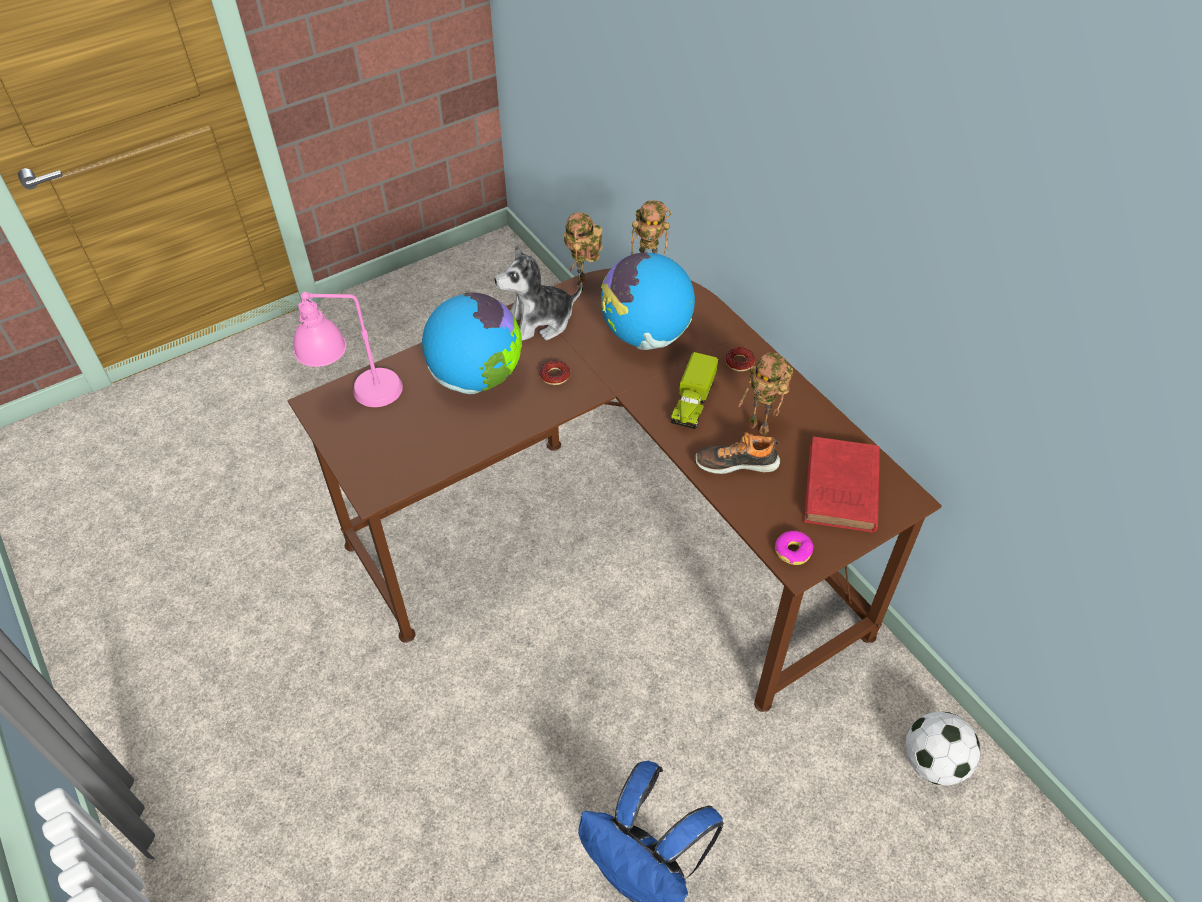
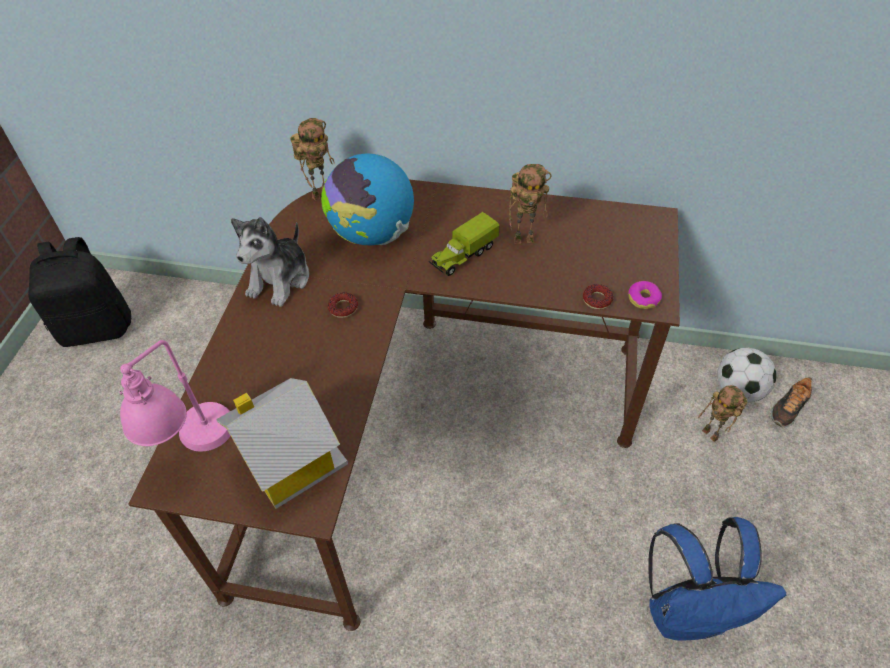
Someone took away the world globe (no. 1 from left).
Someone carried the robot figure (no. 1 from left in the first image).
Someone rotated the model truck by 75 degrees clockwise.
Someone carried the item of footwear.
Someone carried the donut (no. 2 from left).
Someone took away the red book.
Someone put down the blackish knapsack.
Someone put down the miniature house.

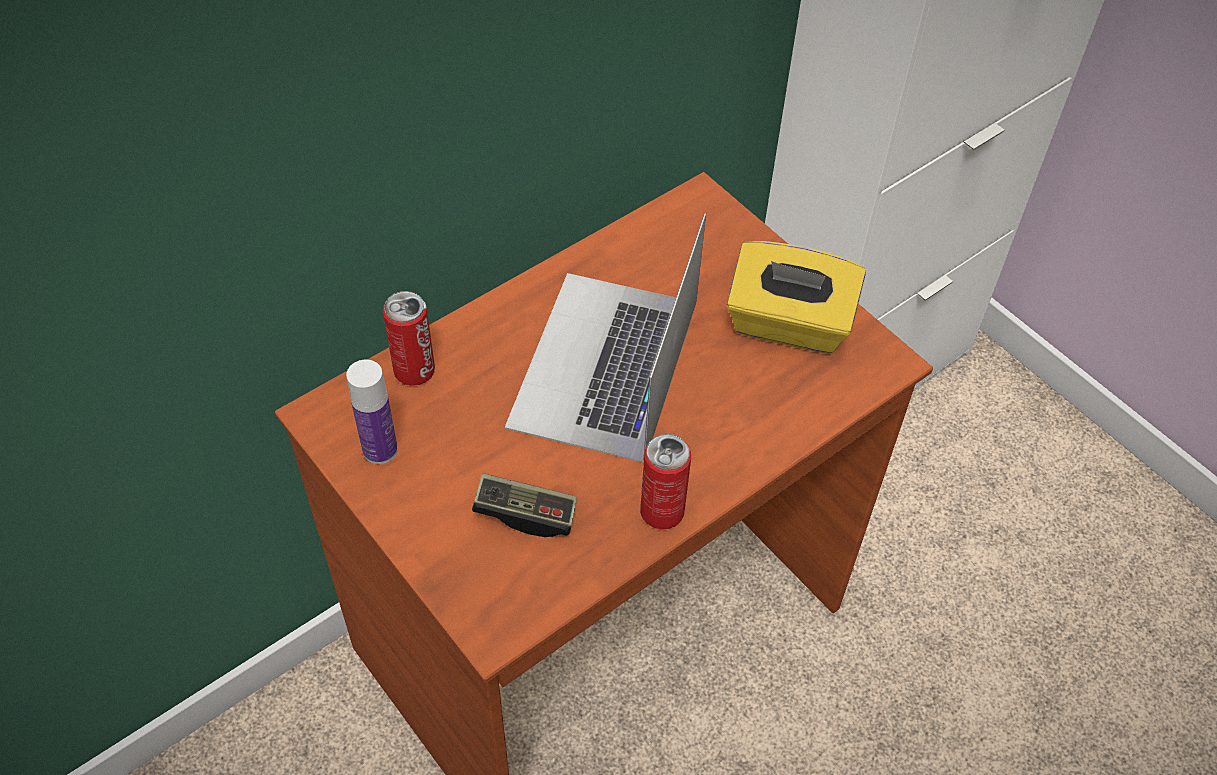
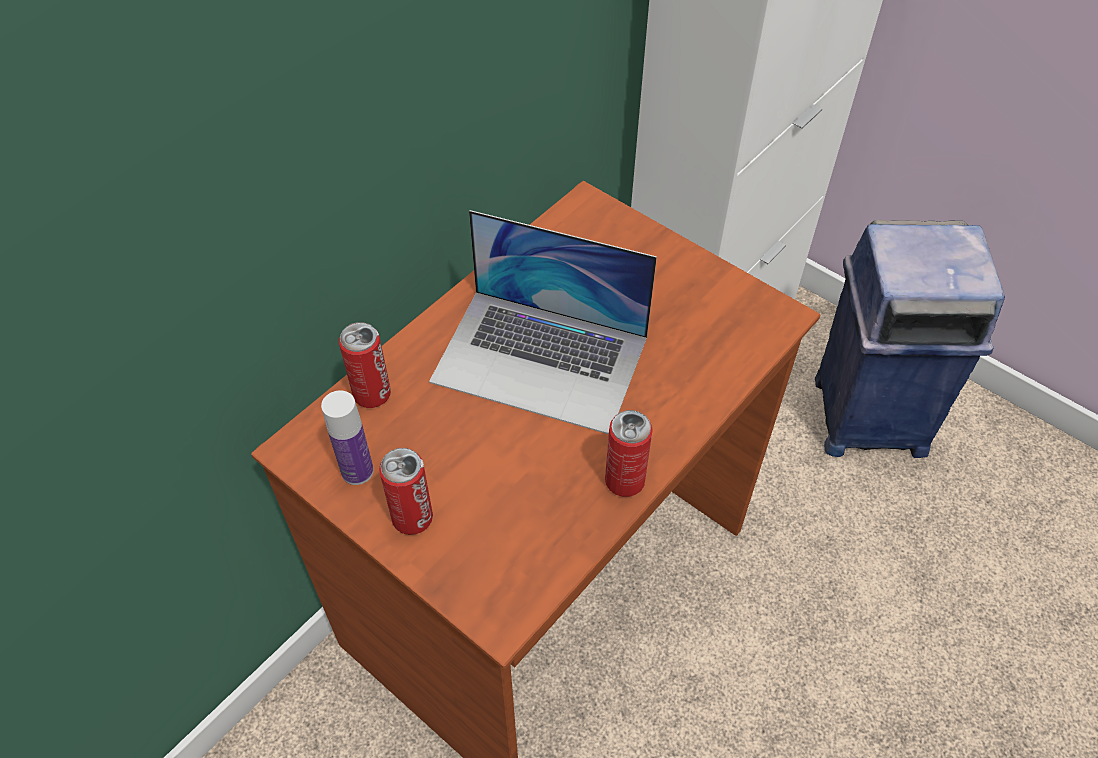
Someone took away the joypad.
Someone rotated the portable computer by 75 degrees counterclockwise.
Someone took away the yellow tissue box.
Someone put down the metal can (no. 2 from left).
Someone put down the bluish waste bin.

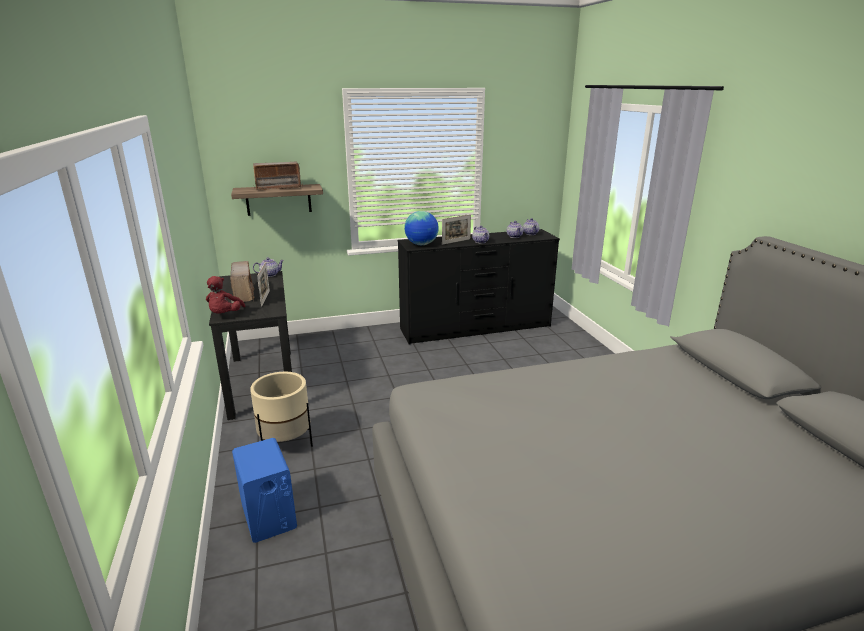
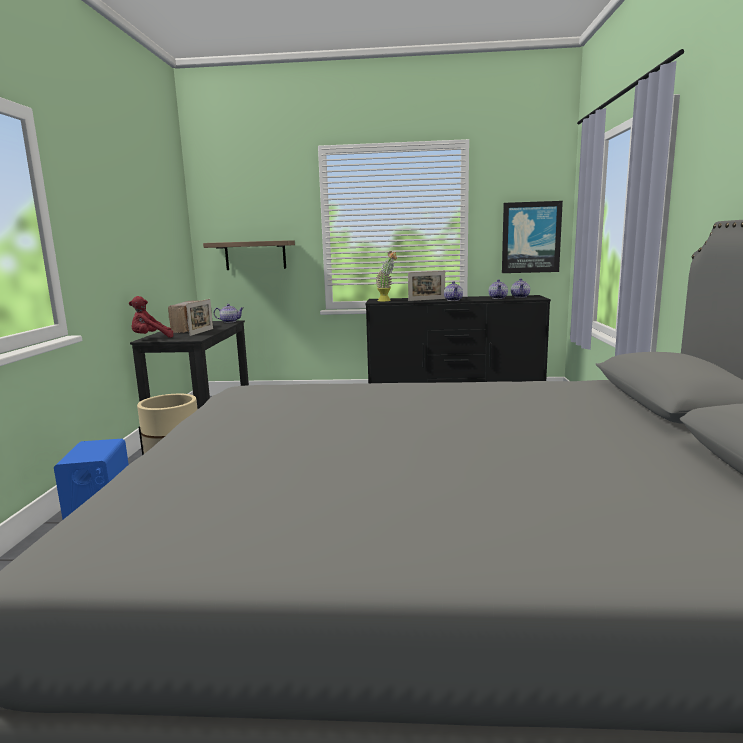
Someone rotated the red plush toy by 45 degrees clockwise.
Someone took away the radio set (no. 2 from left).
Someone swapped the world globe for the houseplant.
Someone put up the wall art.

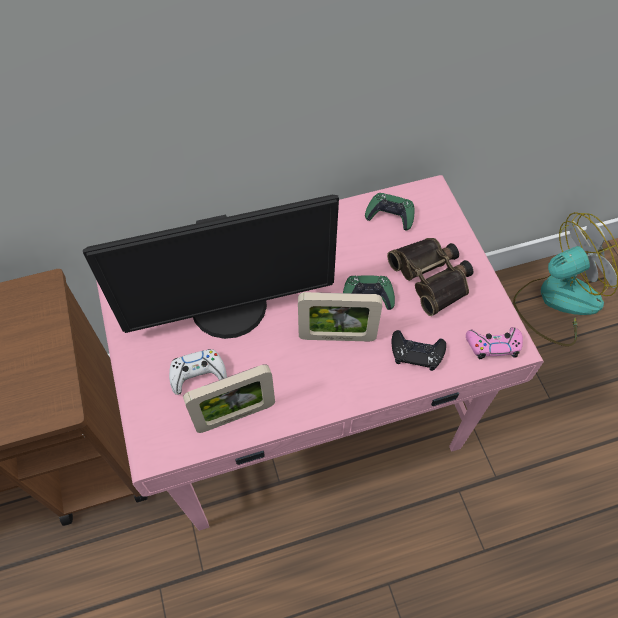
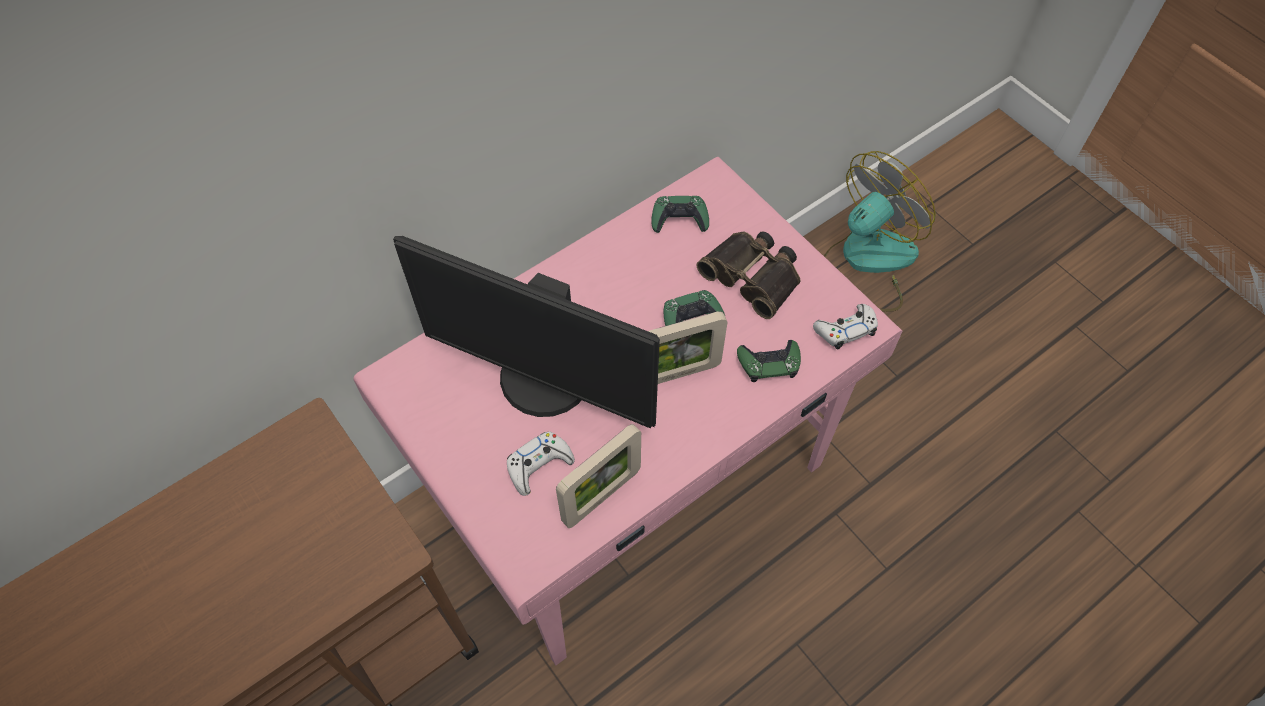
Someone rotated the monitor by 60 degrees clockwise.
Someone repainted the blackish joypad, which became the green joypad (no. 3 from left).
Someone repainted the pink-coloured joypad, which became the white-coloured joypad (no. 2 from left).

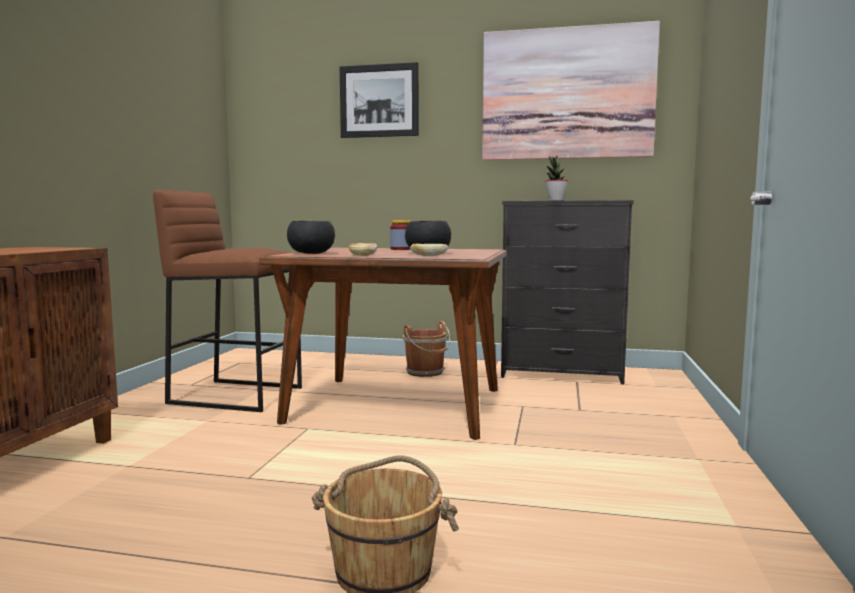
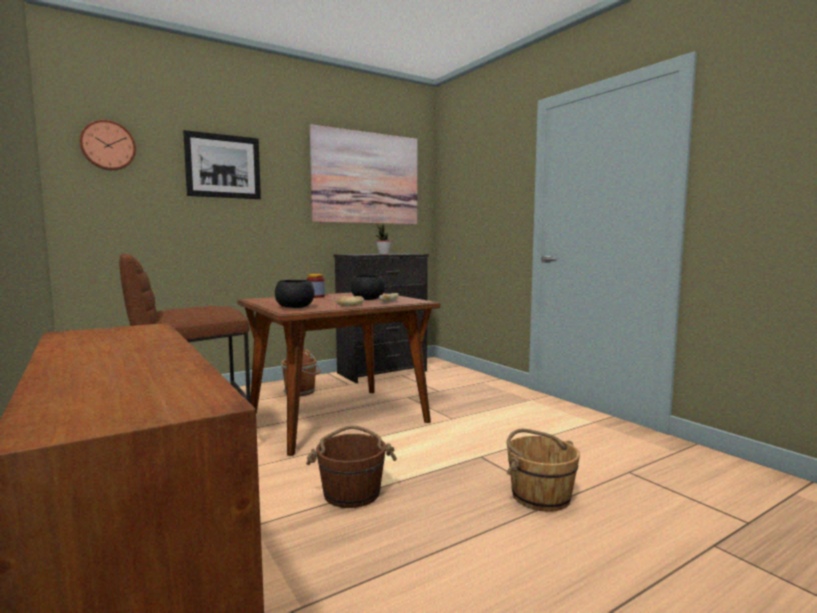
Someone put up the hanging clock.
Someone put down the brownish pail (no. 2 from left).

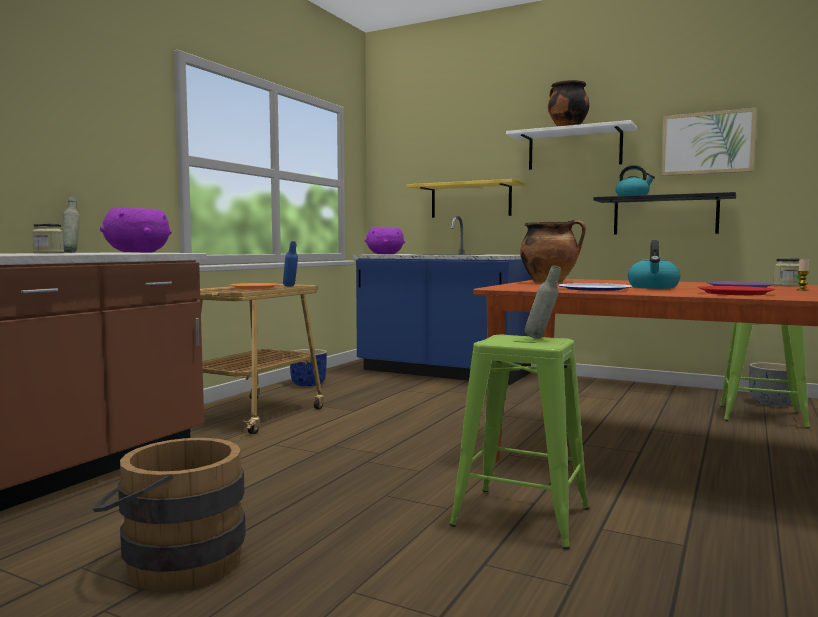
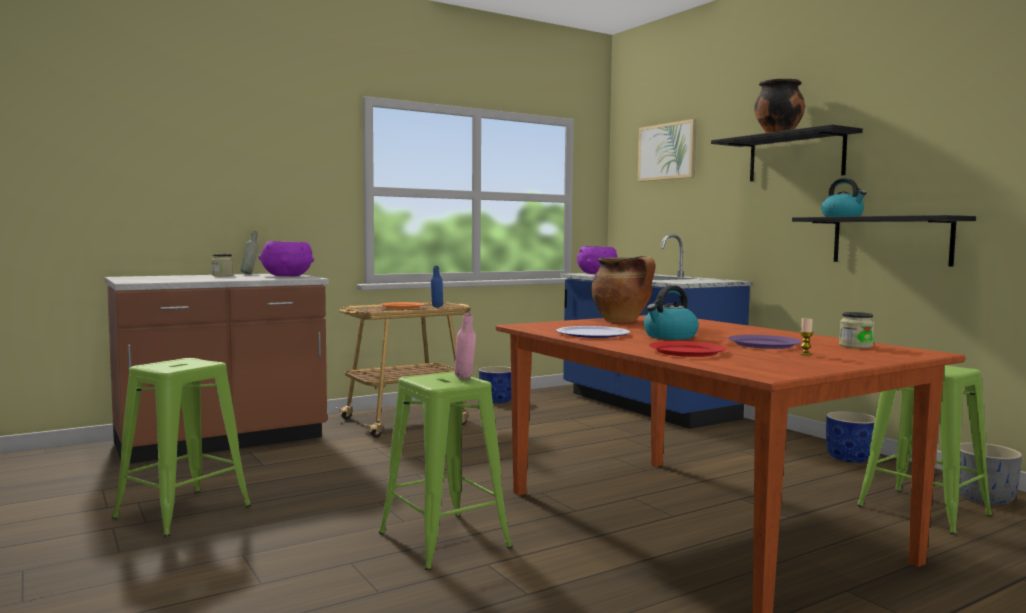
Someone swapped the brownish pail for the green stool seat (no. 1 from left).
Someone took away the yellow bracket shelf.
Someone repainted the white-coloured bracket shelf, which became the blackish bracket shelf (no. 1 from left).
Someone repainted the gray beverage bottle (no. 2 from left), which became the pink-coloured beverage bottle.
Someone carried the wall art.
Someone put down the bluish flower pot (no. 2 from left).

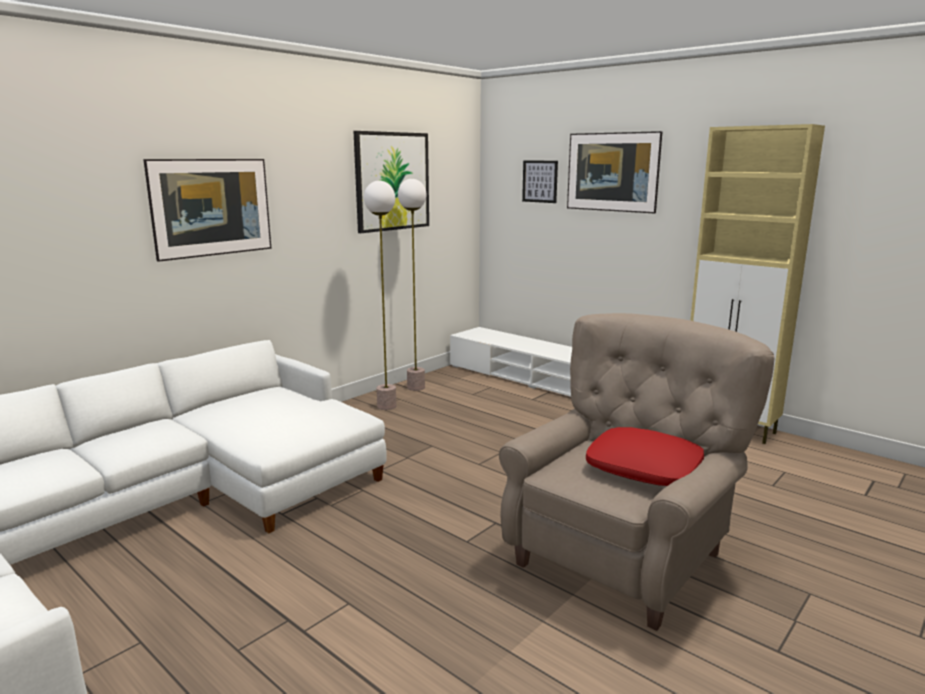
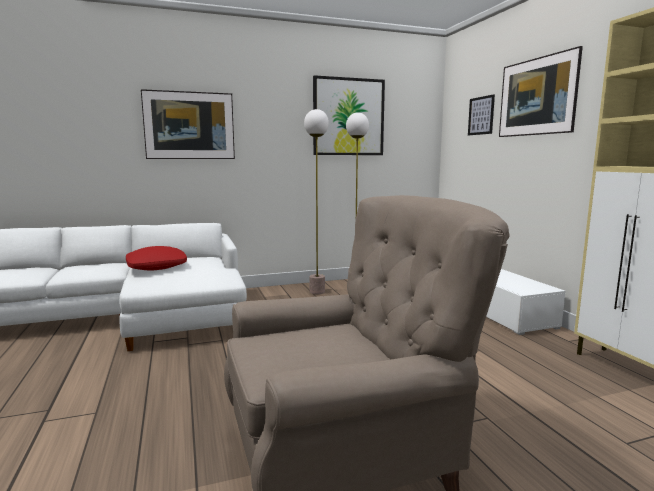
Someone carried the red pillow.

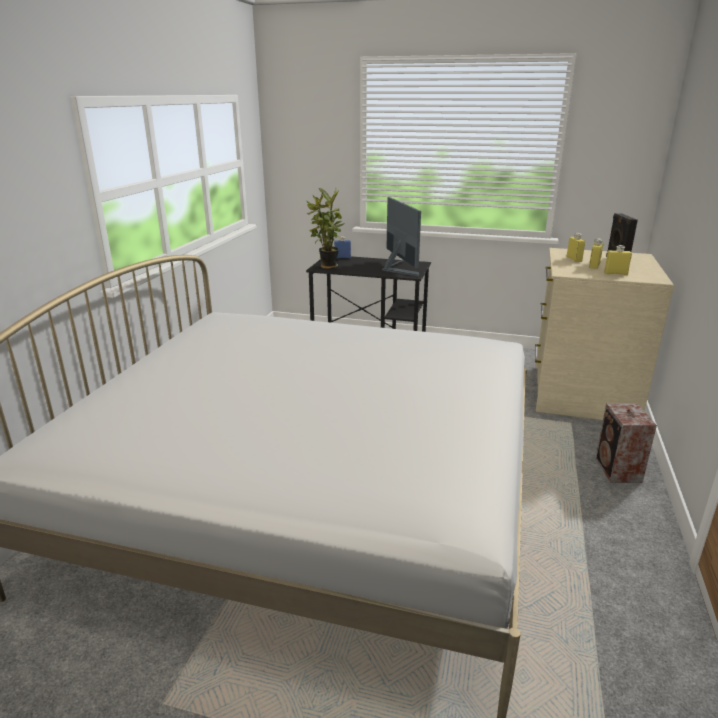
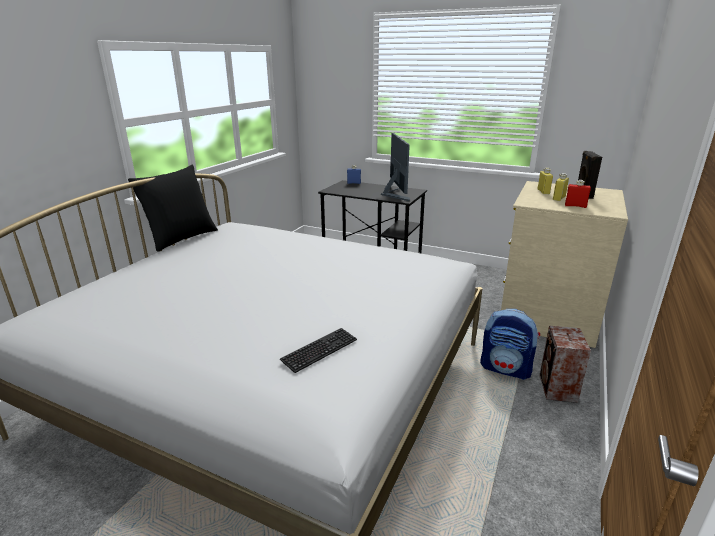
Someone took away the houseplant.
Someone repainted the yellow beverage bottle (no. 3 from left), which became the red beverage bottle.
Someone put down the blackish pillow.
Someone put down the keyboard.
Someone put down the knapsack.

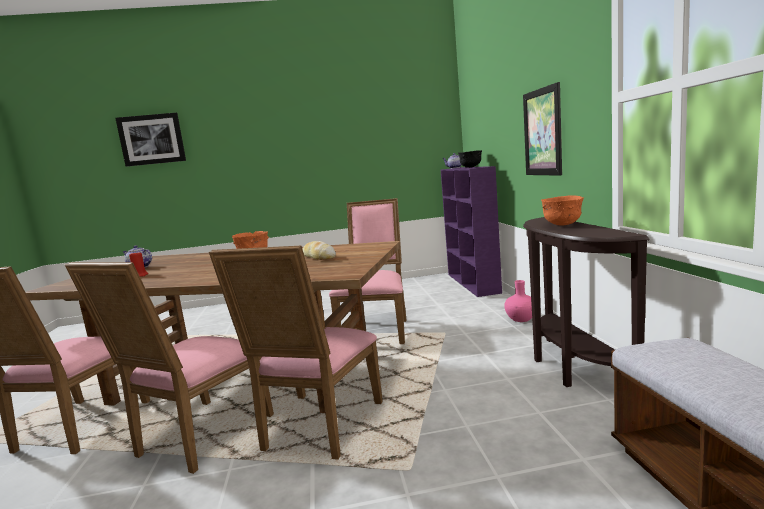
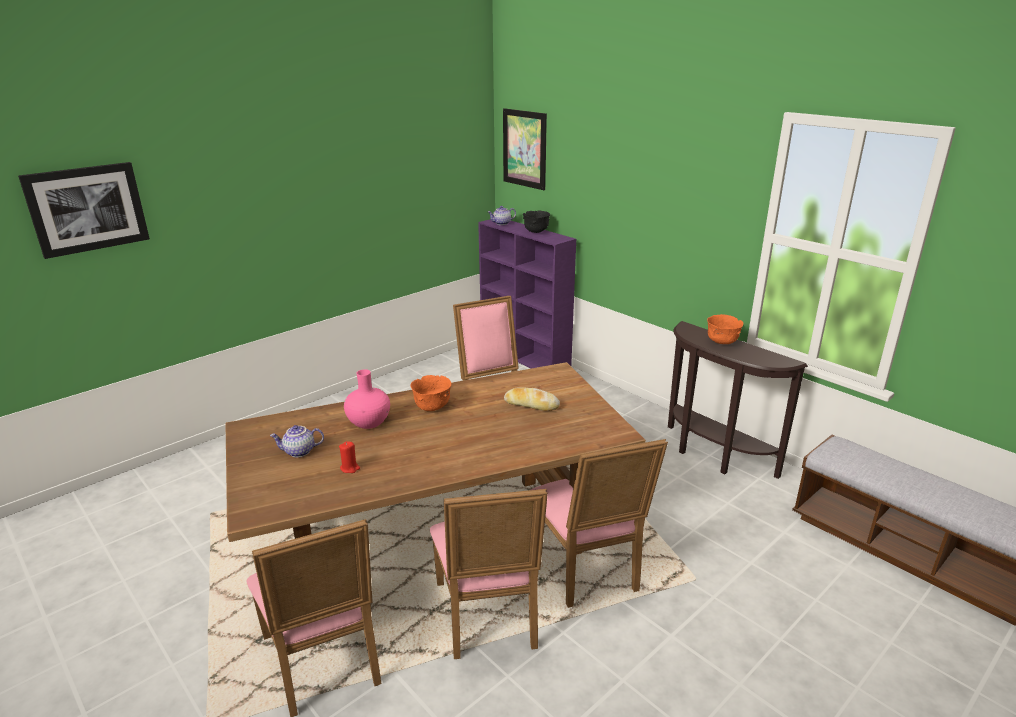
Someone carried the pink-coloured vase.
Someone carried the wall art (no. 2 from left).

